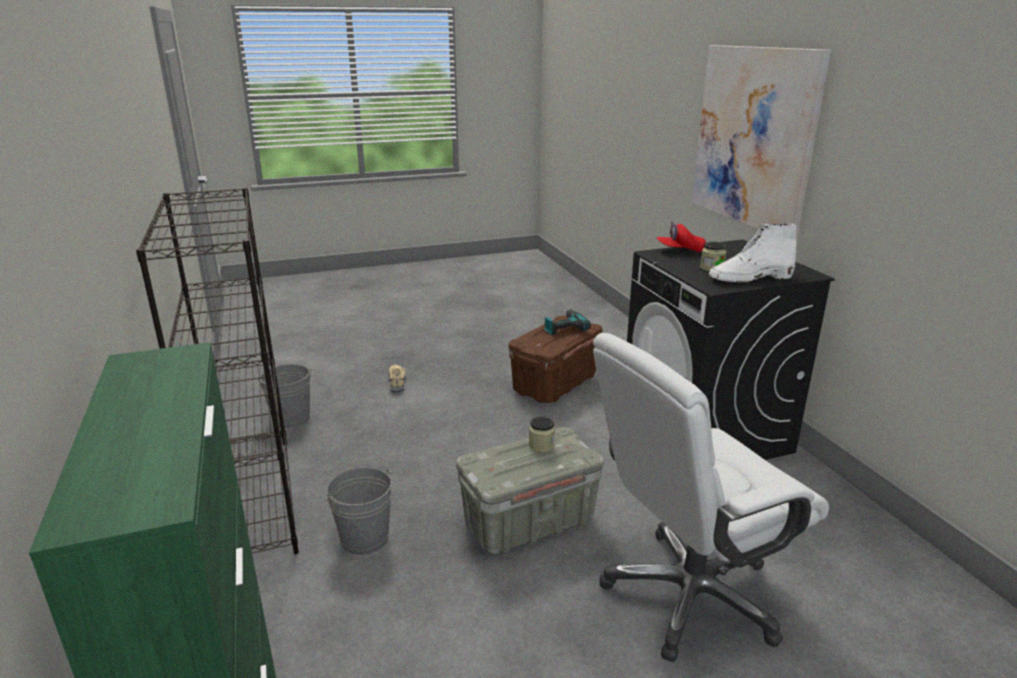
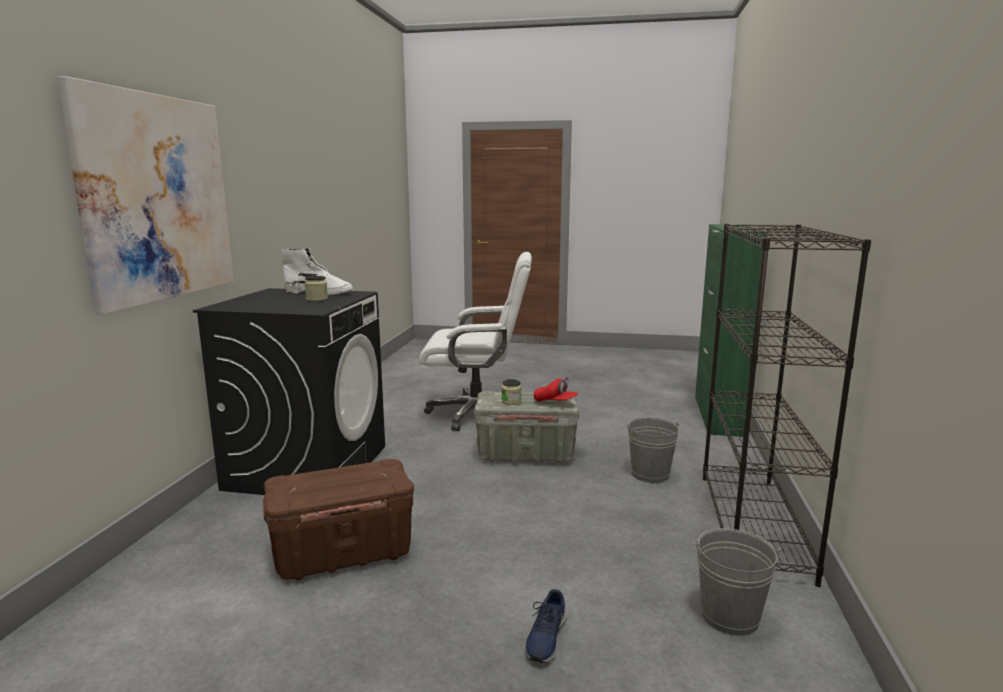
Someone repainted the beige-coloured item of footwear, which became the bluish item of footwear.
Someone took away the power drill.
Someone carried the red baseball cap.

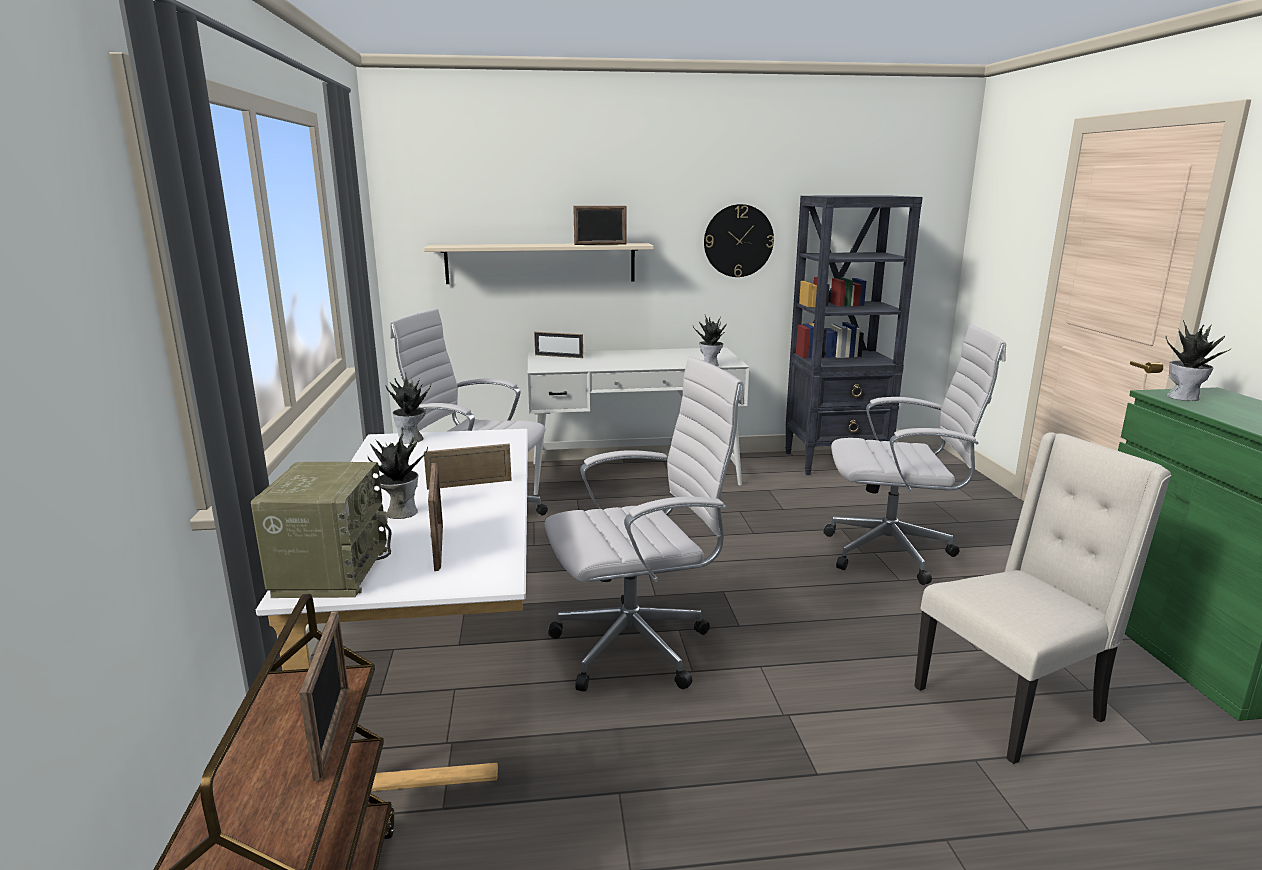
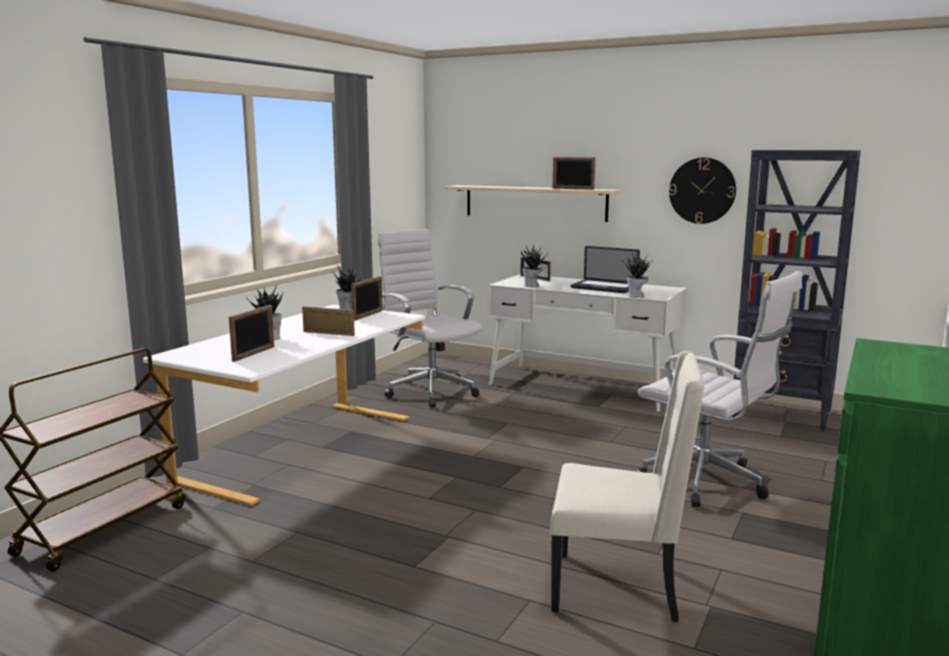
Someone took away the radio set.
Someone carried the picture frame (no. 1 from left in the first image).
Someone took away the white-coloured computer chair (no. 2 from left).
Someone carried the houseplant (no. 4 from left in the first image).
Someone put down the portable computer.

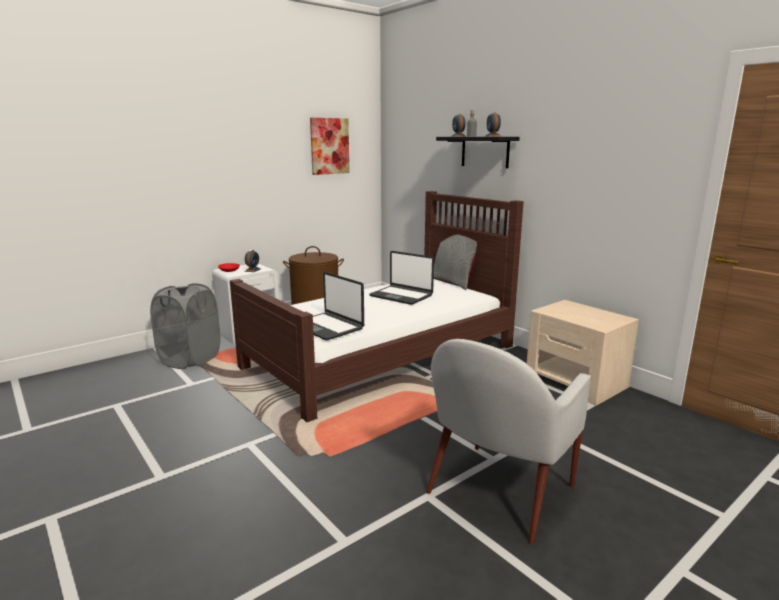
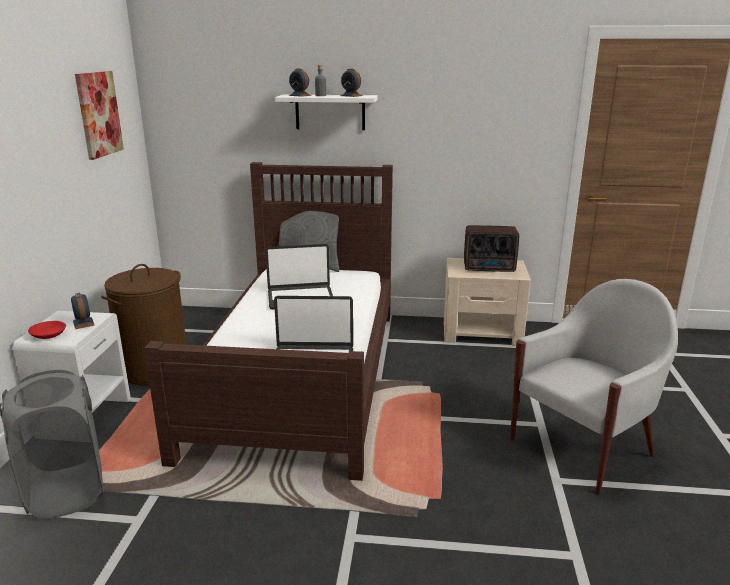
Someone rotated the white-coloured lounge chair by 120 degrees counterclockwise.
Someone repainted the blackish bracket shelf, which became the white-coloured bracket shelf.
Someone put down the radio set.

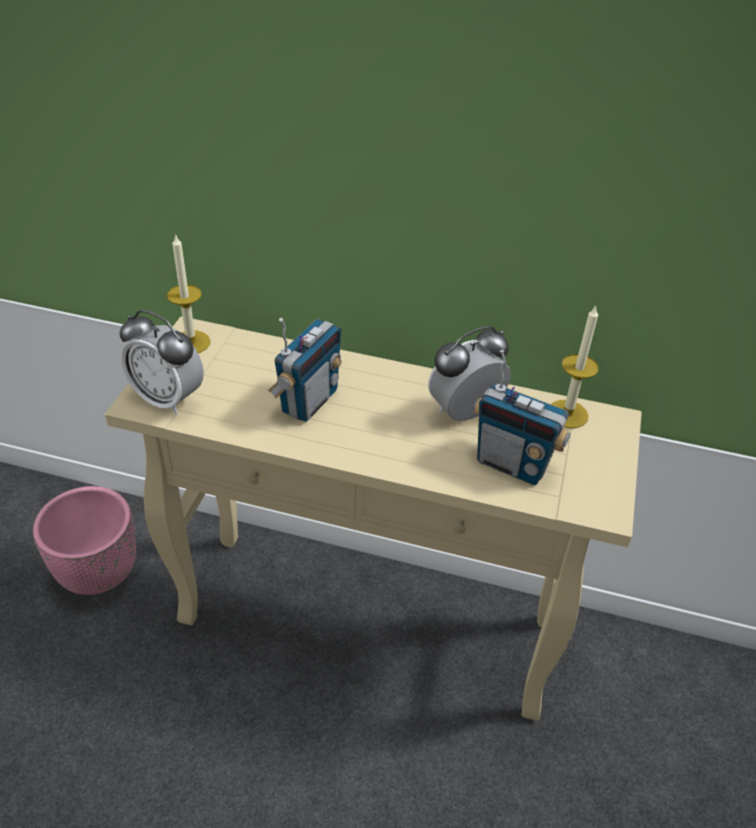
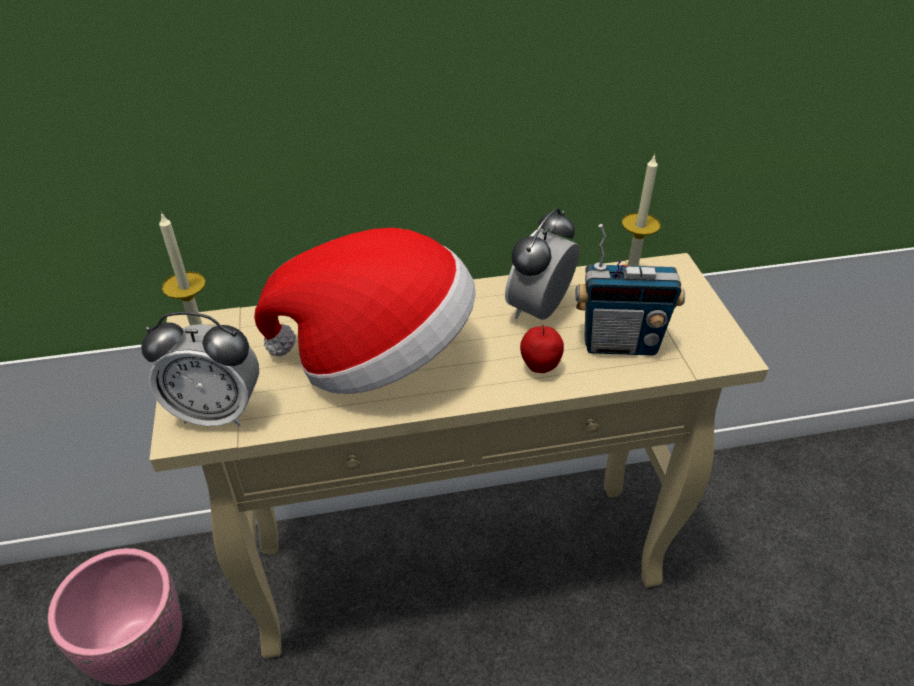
Someone swapped the radio set (no. 1 from left) for the clothing hat.
Someone put down the apple fruit.

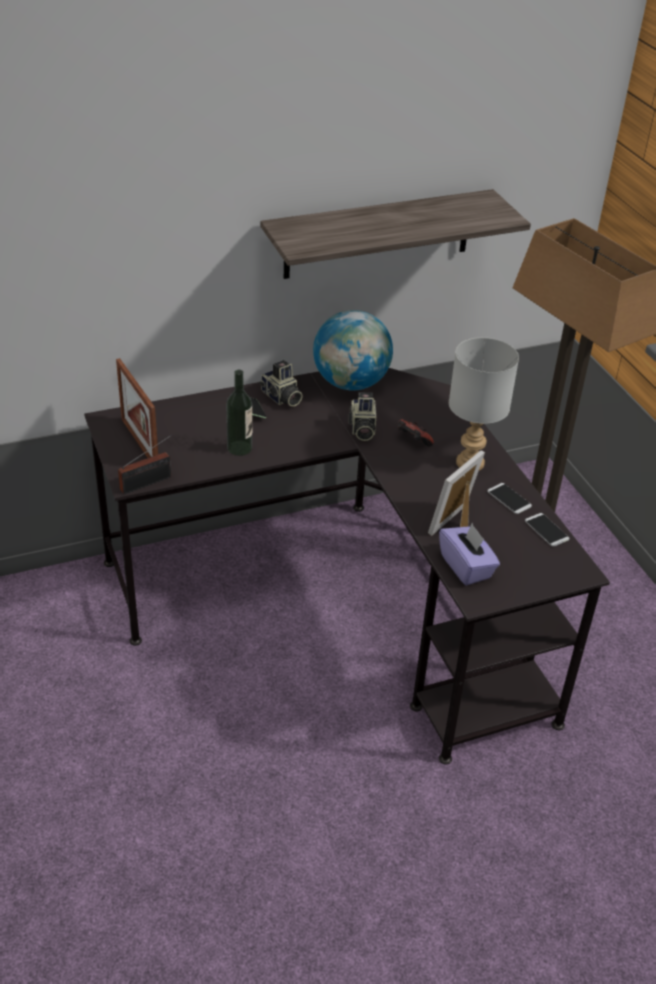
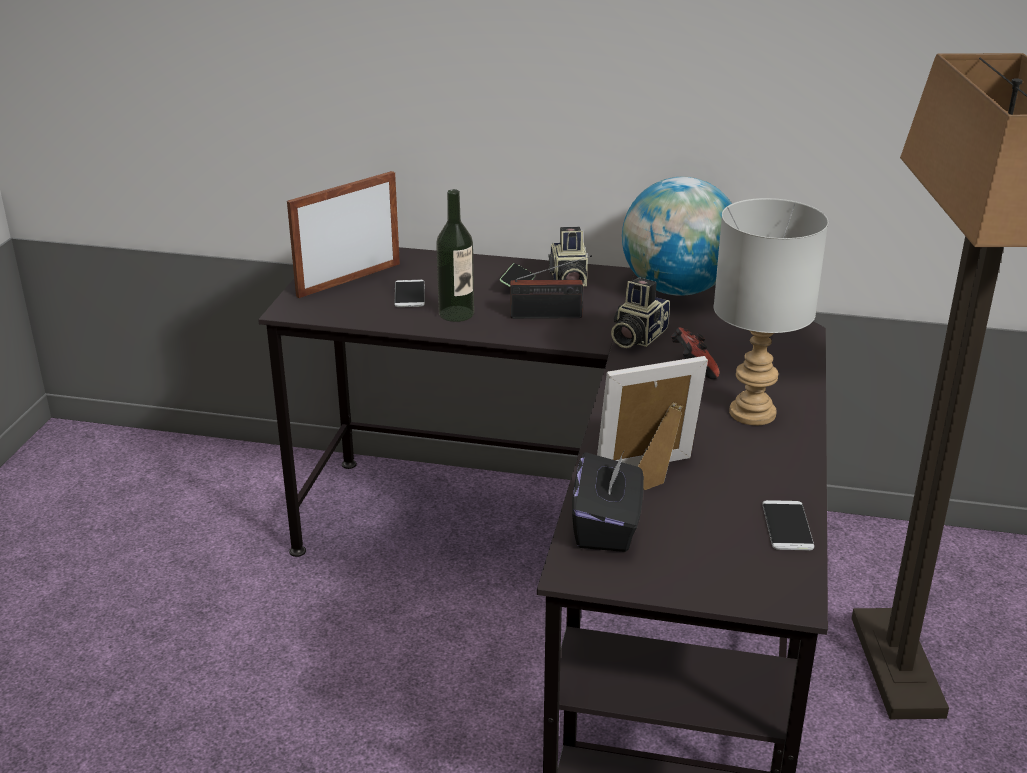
Someone rotated the picture frame (no. 1 from left) by 45 degrees clockwise.
Someone carried the radio set.
Someone took away the bracket shelf.
Someone repainted the purplish tissue box, which became the blackish tissue box.
Someone carried the handset (no. 2 from left in the first image).

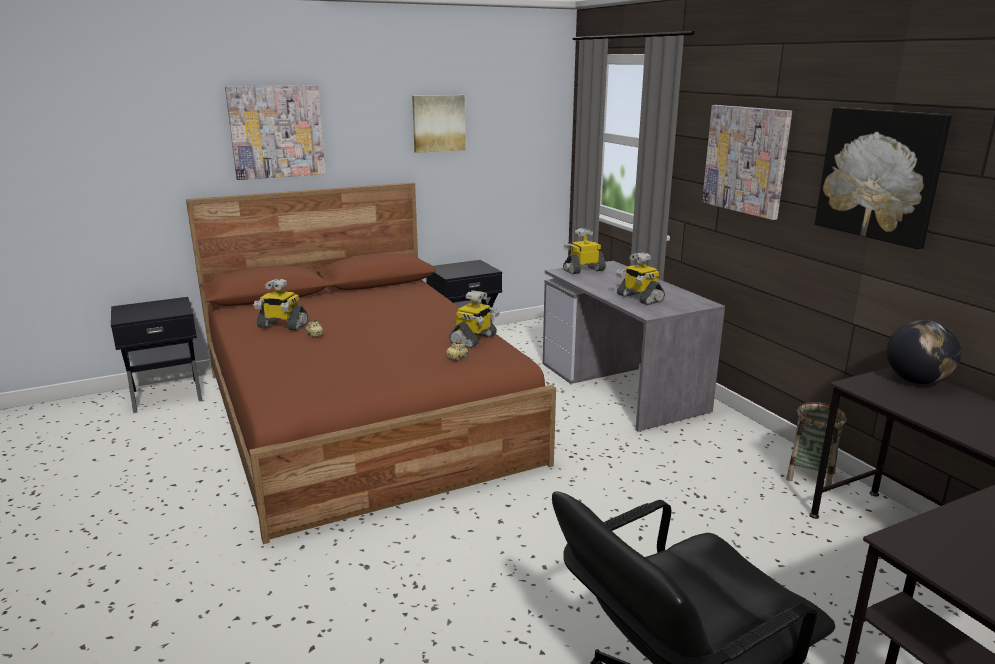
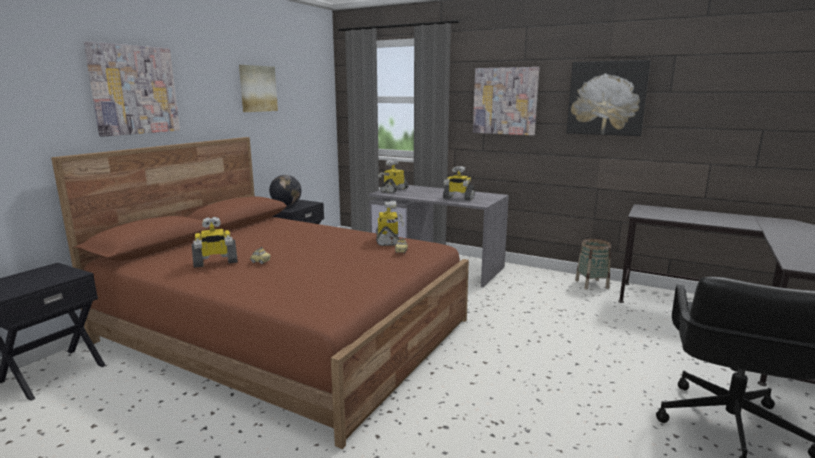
Someone carried the world globe.

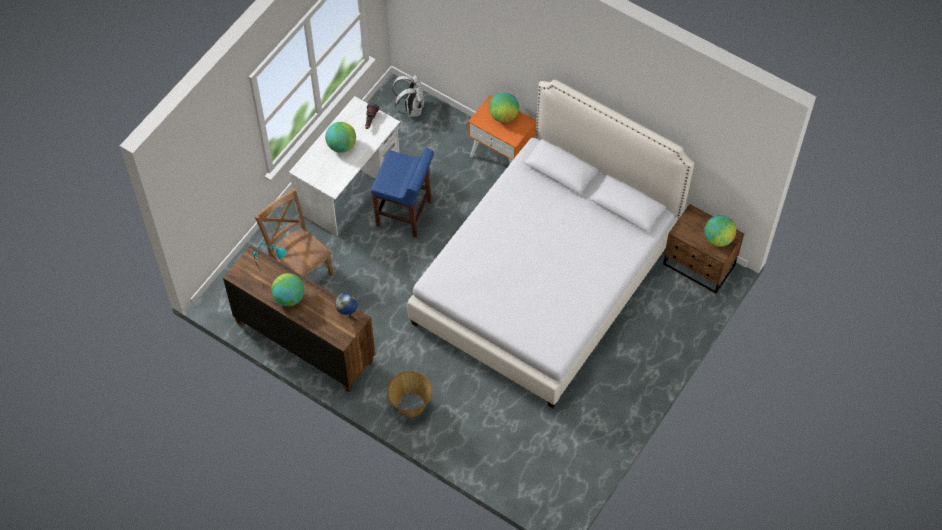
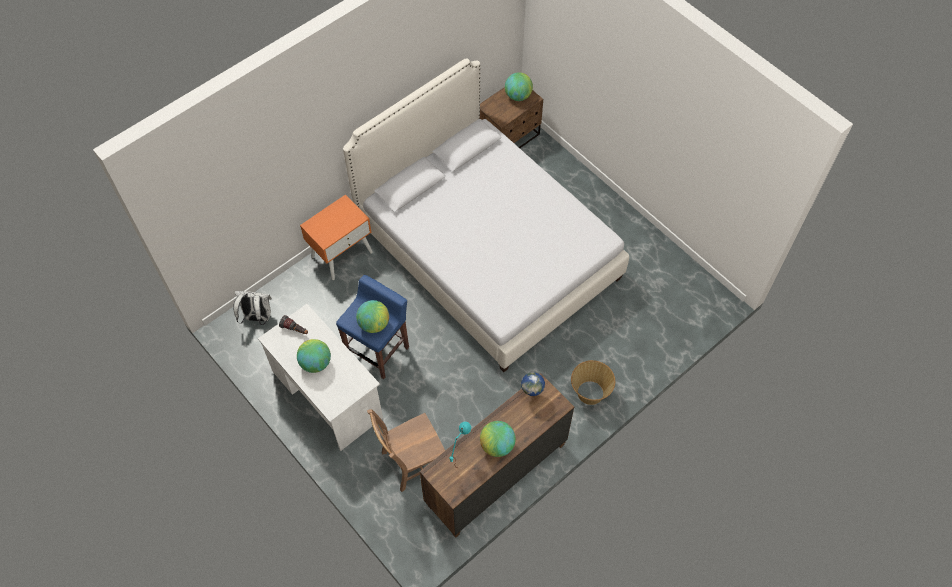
Someone carried the world globe (no. 4 from left in the first image).

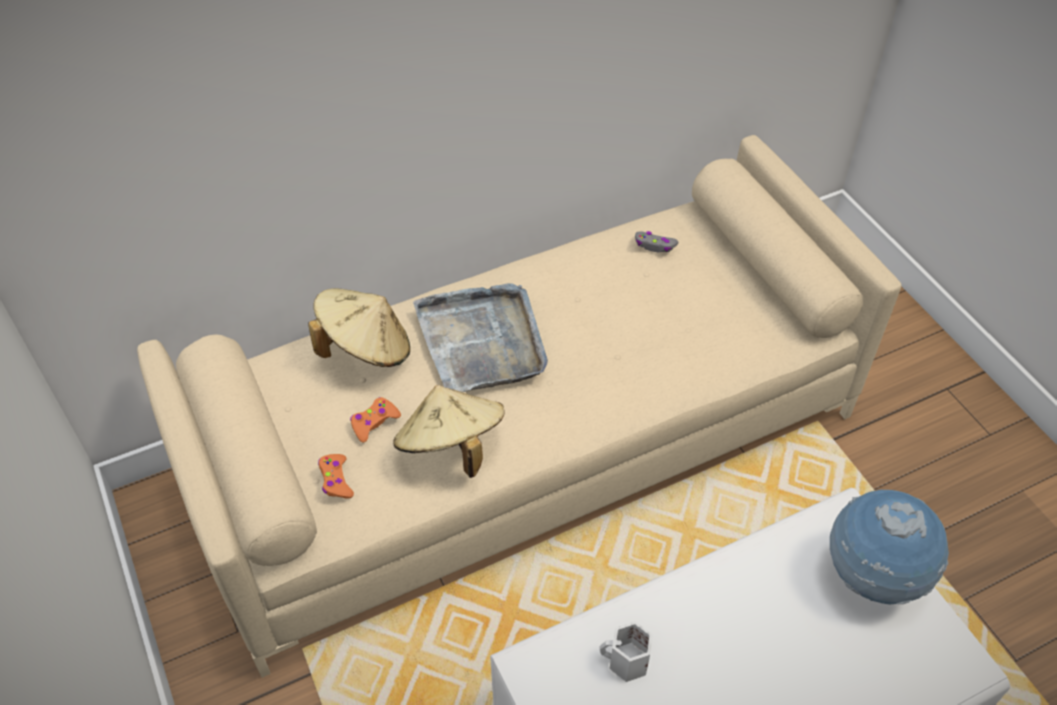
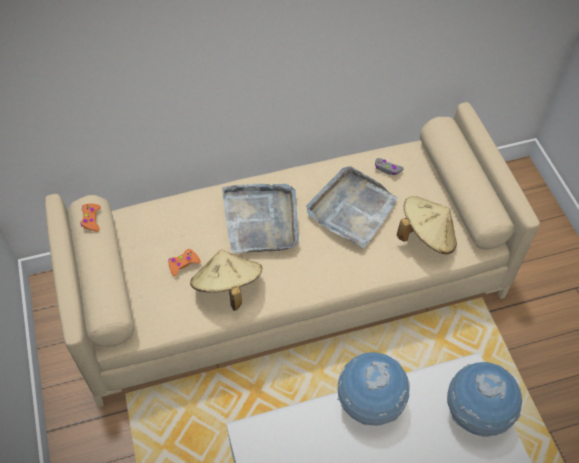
Someone carried the beige-coloured clothing hat (no. 1 from left in the first image).
Someone carried the orangey joypad (no. 1 from left).
Someone took away the white-coloured coffee mug.
Someone put down the gray serving tray (no. 2 from left).
Someone put down the world globe (no. 1 from left).

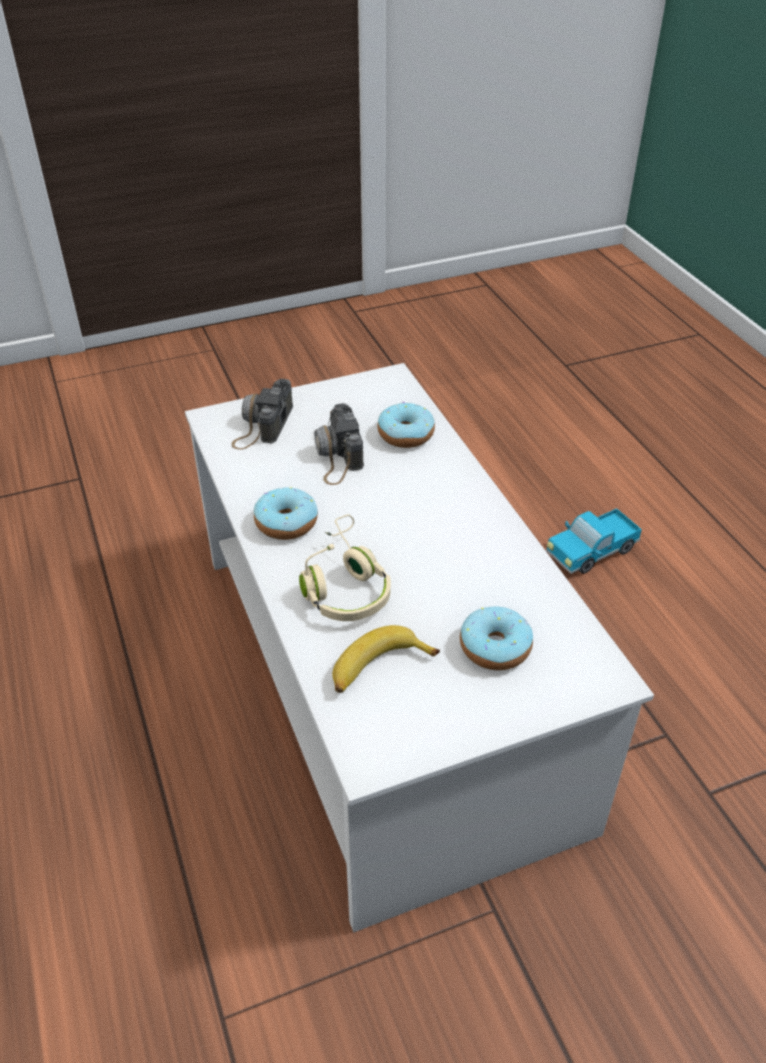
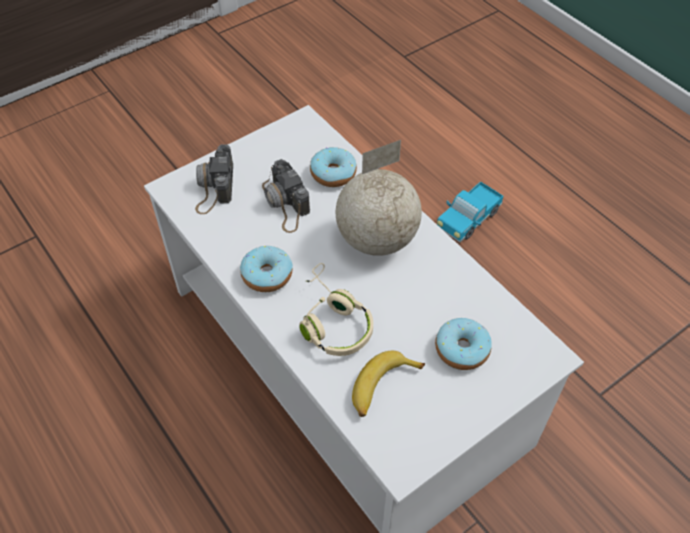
Someone put down the world globe.

